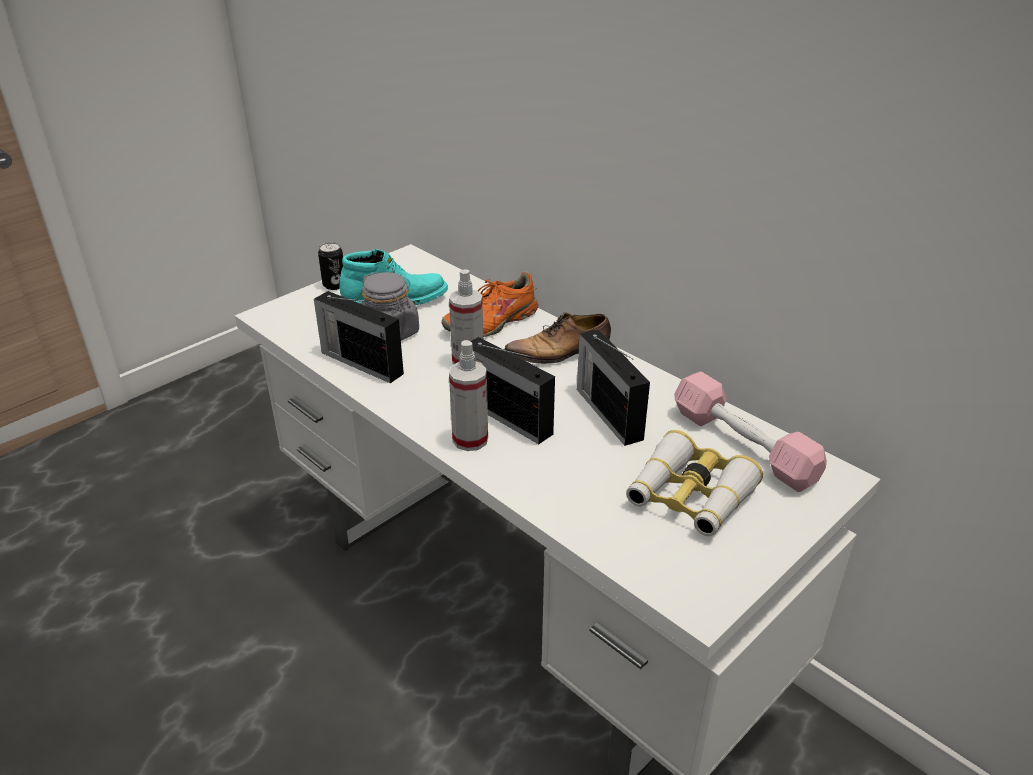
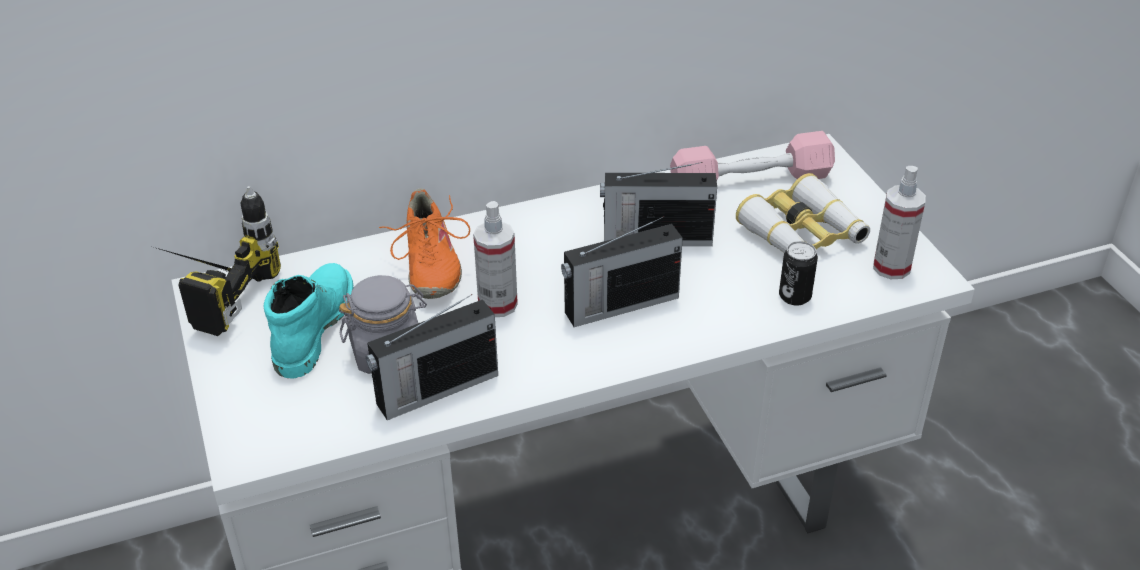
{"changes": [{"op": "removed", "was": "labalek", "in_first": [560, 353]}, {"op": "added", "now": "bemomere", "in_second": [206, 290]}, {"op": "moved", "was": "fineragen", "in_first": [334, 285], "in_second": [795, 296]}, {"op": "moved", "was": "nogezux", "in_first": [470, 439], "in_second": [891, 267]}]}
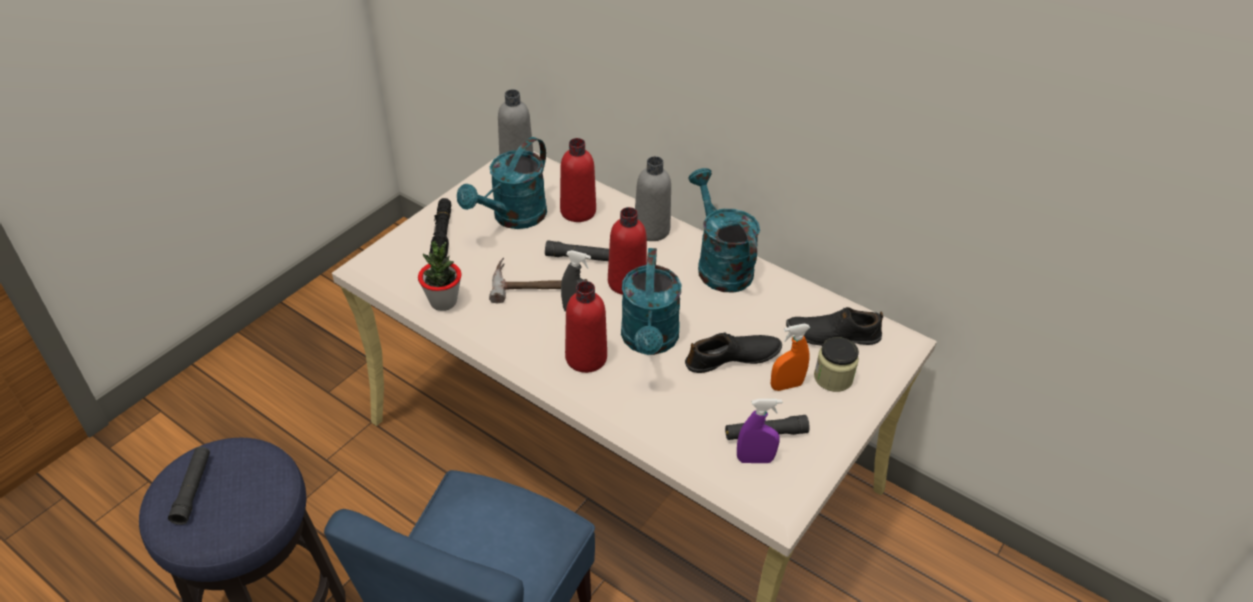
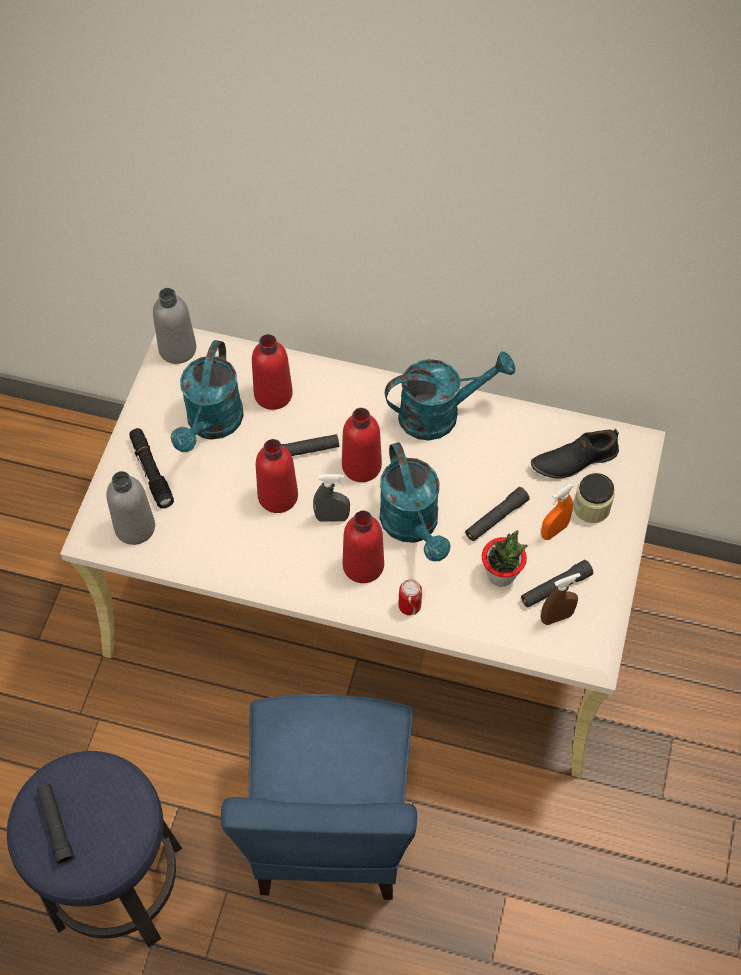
{"changes": [{"op": "added", "now": "fineragen", "in_second": [409, 606]}, {"op": "moved", "was": "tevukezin", "in_first": [443, 302], "in_second": [501, 574]}, {"op": "moved", "was": "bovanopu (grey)", "in_first": [651, 230], "in_second": [135, 527]}, {"op": "replaced", "was": "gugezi", "now": "bovanopu (red)", "in_first": [539, 283], "in_second": [278, 496]}, {"op": "replaced", "was": "labalek (black)", "now": "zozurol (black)", "in_first": [733, 358], "in_second": [496, 518]}, {"op": "recoloured", "was": "nogezux (purple)", "now": "nogezux (brown)", "in_first": [755, 459], "in_second": [556, 617]}, {"op": "turned", "was": "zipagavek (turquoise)", "in_first": [719, 264], "in_second": [440, 414], "clockwise": 120}]}
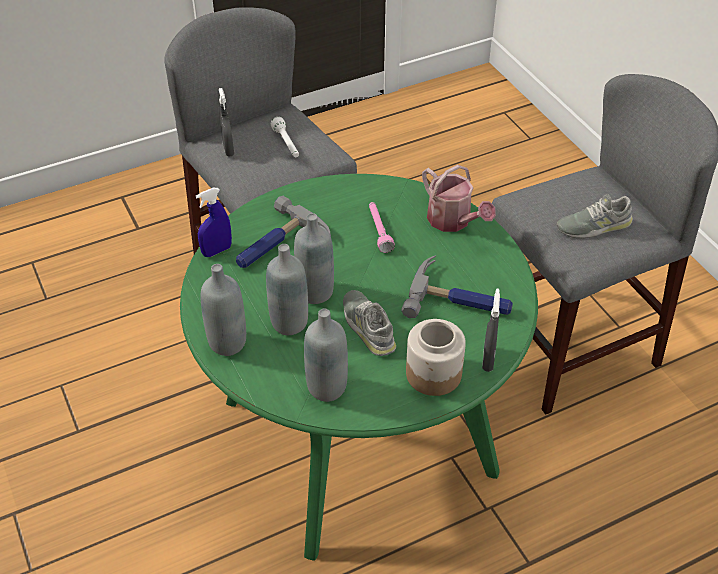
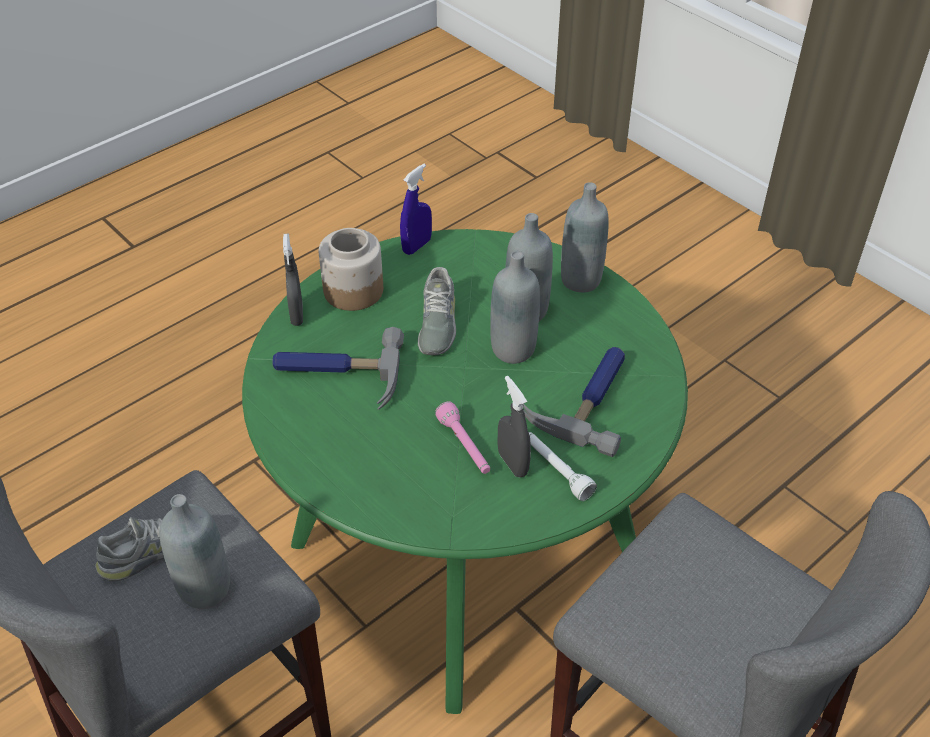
{"changes": [{"op": "removed", "was": "zipagavek", "in_first": [453, 221]}, {"op": "moved", "was": "nogezux (blue)", "in_first": [217, 251], "in_second": [417, 246]}, {"op": "moved", "was": "nogezux (grey)", "in_first": [228, 149], "in_second": [512, 463]}, {"op": "moved", "was": "zozurol (white)", "in_first": [286, 144], "in_second": [556, 470]}, {"op": "moved", "was": "bovanopu (grey)", "in_first": [327, 387], "in_second": [205, 589]}, {"op": "turned", "was": "labalek (grey)", "in_first": [368, 327], "in_second": [436, 323], "clockwise": 45}]}
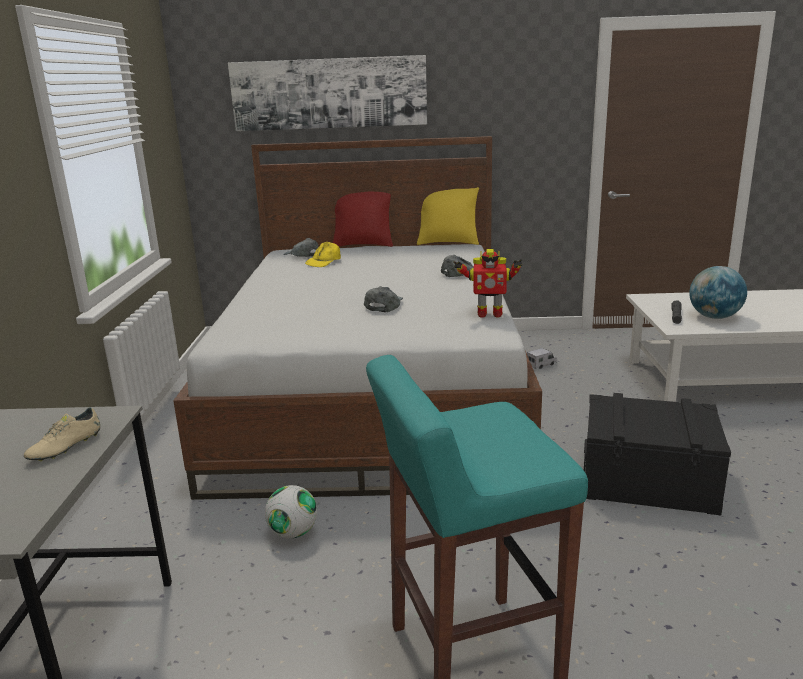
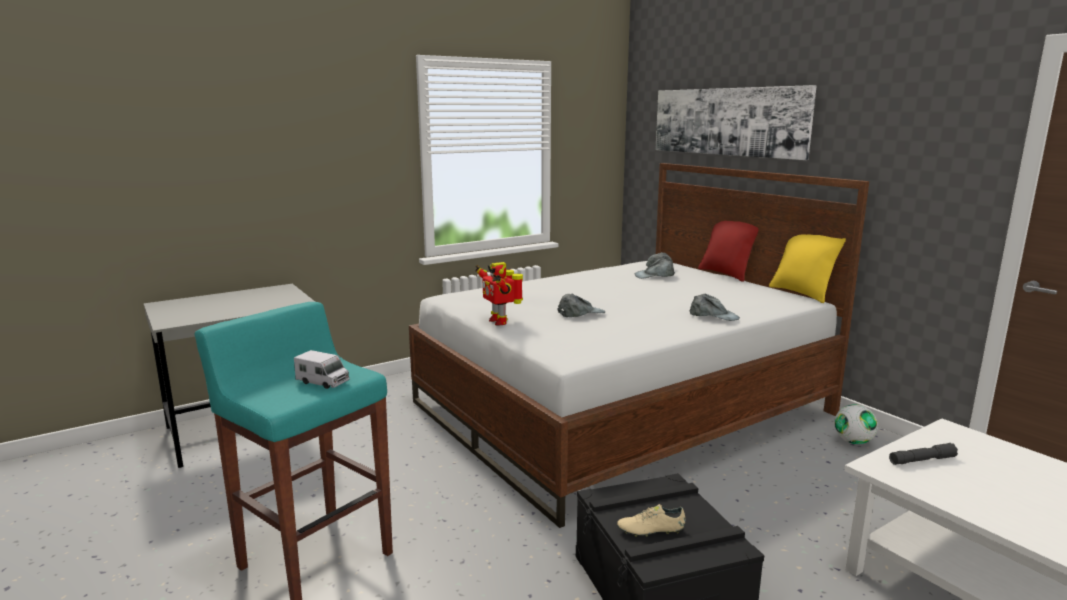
{"changes": [{"op": "removed", "was": "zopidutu", "in_first": [714, 317]}, {"op": "moved", "was": "labalek (beige)", "in_first": [65, 447], "in_second": [650, 530]}, {"op": "moved", "was": "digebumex", "in_first": [293, 533], "in_second": [853, 442]}, {"op": "moved", "was": "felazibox", "in_first": [488, 314], "in_second": [499, 321]}, {"op": "moved", "was": "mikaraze", "in_first": [541, 365], "in_second": [323, 382]}, {"op": "recoloured", "was": "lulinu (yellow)", "now": "lulinu (grey)", "in_first": [324, 261], "in_second": [654, 275]}]}
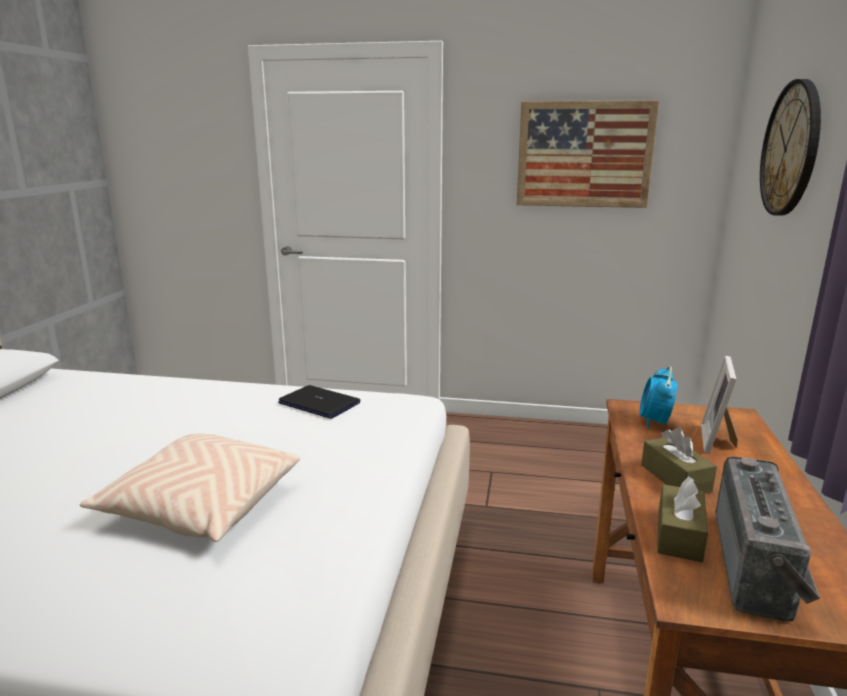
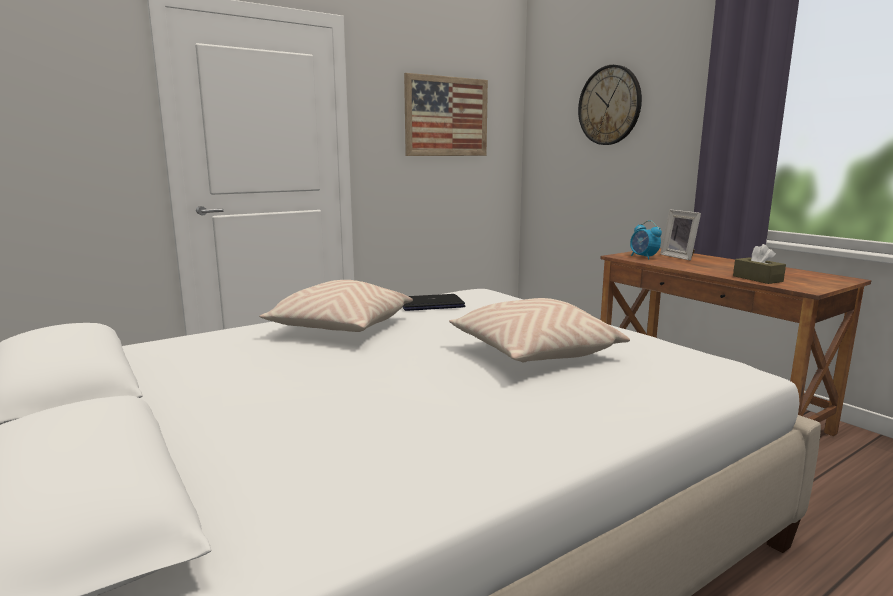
{"changes": [{"op": "removed", "was": "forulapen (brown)", "in_first": [675, 478]}, {"op": "removed", "was": "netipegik", "in_first": [760, 566]}, {"op": "added", "now": "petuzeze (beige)", "in_second": [341, 329]}]}
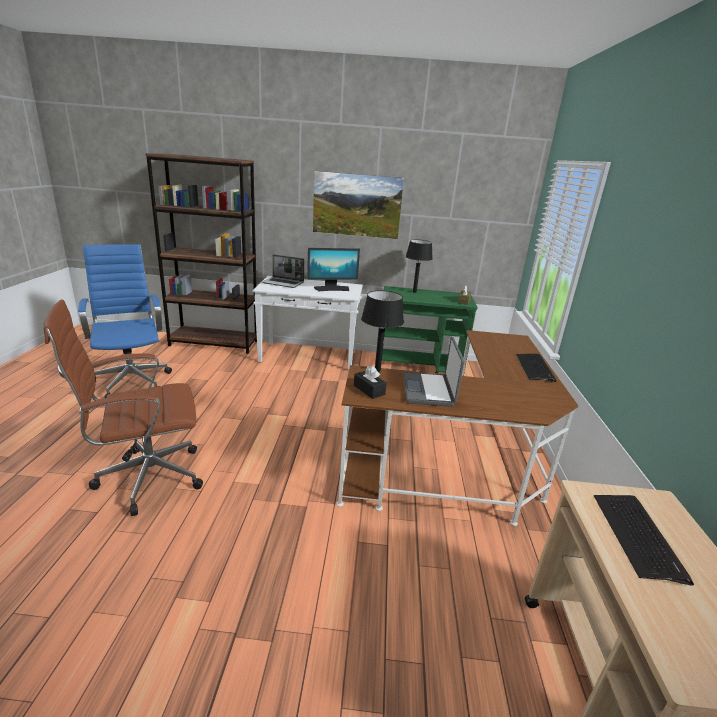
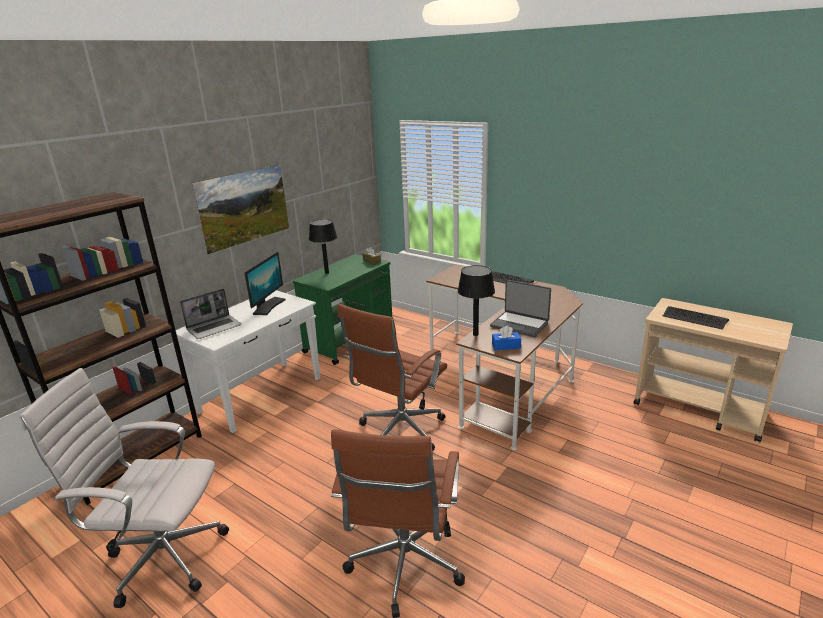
{"changes": [{"op": "added", "now": "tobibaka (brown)", "in_second": [399, 432]}, {"op": "recoloured", "was": "tobibaka (blue)", "now": "tobibaka (white)", "in_first": [132, 381], "in_second": [161, 557]}, {"op": "recoloured", "was": "forulapen (black)", "now": "forulapen (blue)", "in_first": [369, 390], "in_second": [506, 346]}]}
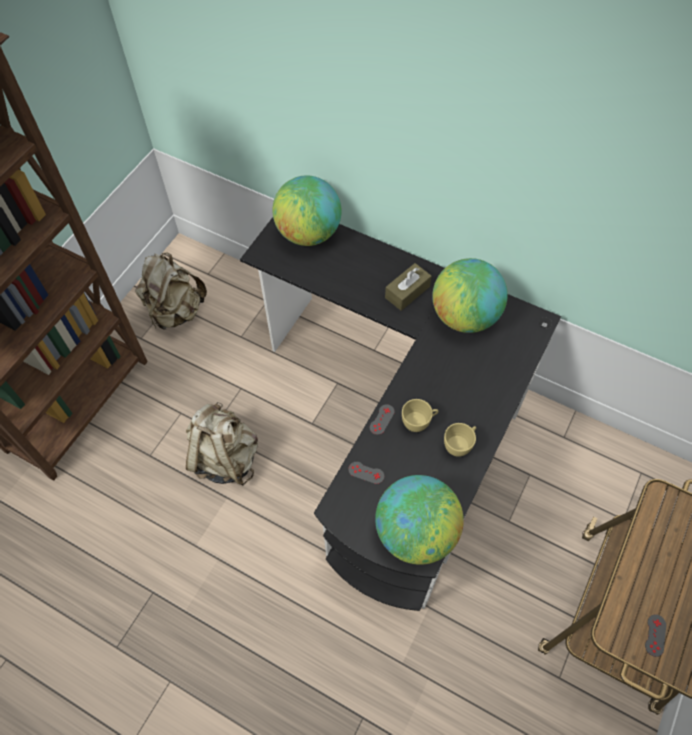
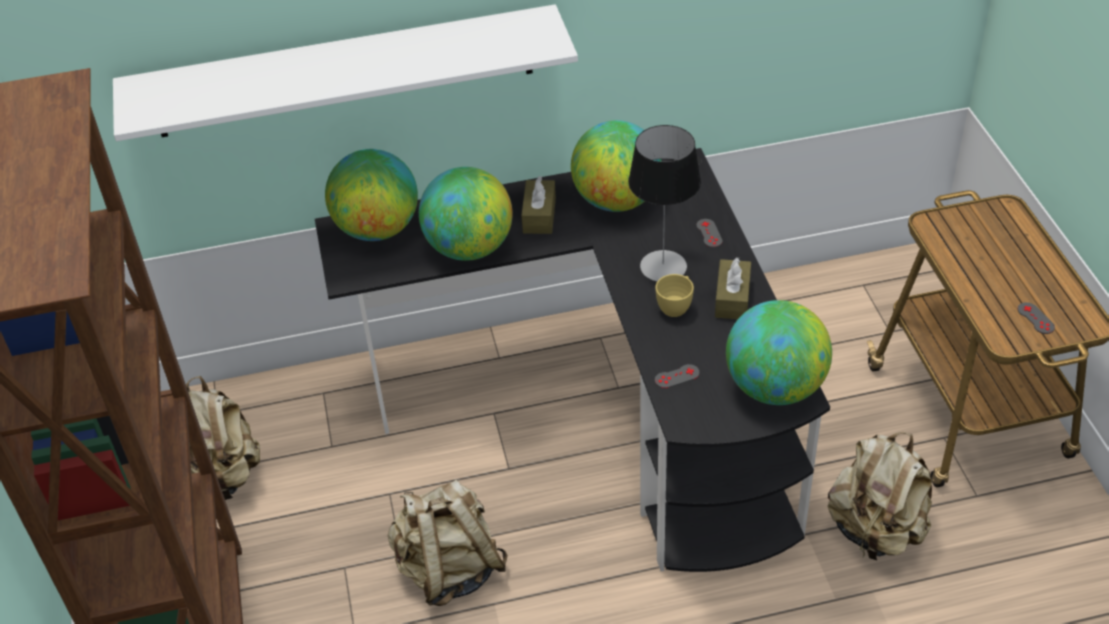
{"changes": [{"op": "added", "now": "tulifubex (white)", "in_second": [344, 72]}, {"op": "added", "now": "zopidutu", "in_second": [469, 248]}, {"op": "added", "now": "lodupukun", "in_second": [663, 266]}, {"op": "added", "now": "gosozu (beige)", "in_second": [876, 530]}, {"op": "moved", "was": "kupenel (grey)", "in_first": [382, 419], "in_second": [709, 233]}, {"op": "replaced", "was": "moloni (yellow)", "now": "forulapen (brown)", "in_first": [459, 445], "in_second": [732, 298]}]}
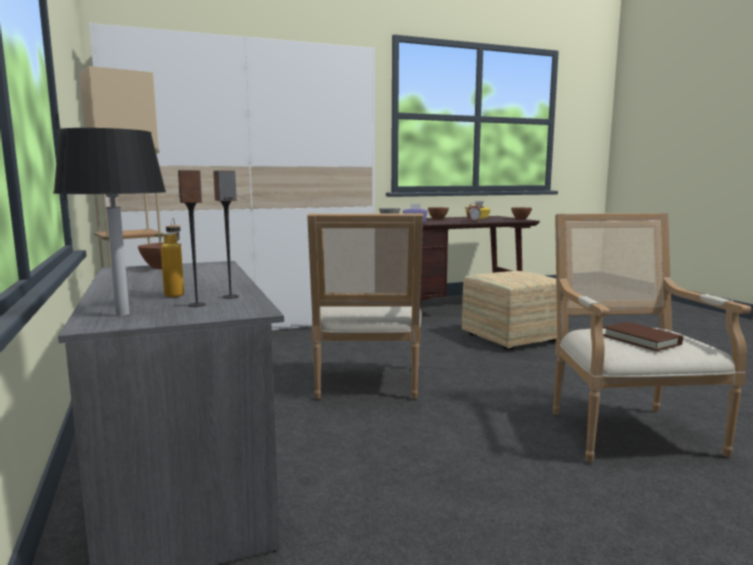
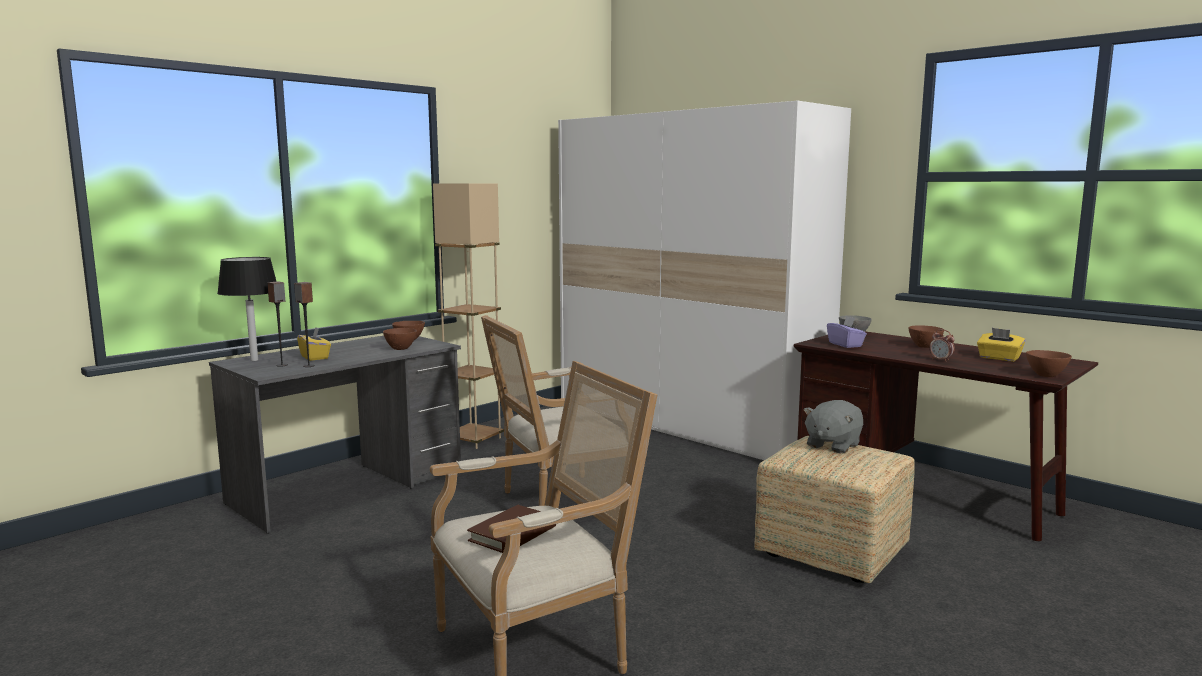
{"changes": [{"op": "added", "now": "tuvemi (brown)", "in_second": [401, 349]}, {"op": "added", "now": "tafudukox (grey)", "in_second": [832, 445]}, {"op": "replaced", "was": "bovanopu", "now": "forulapen (yellow)", "in_first": [175, 294], "in_second": [315, 357]}]}
